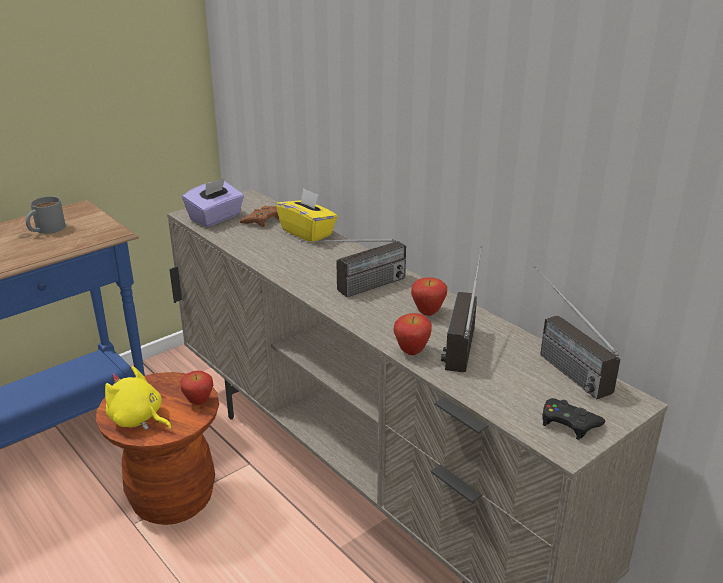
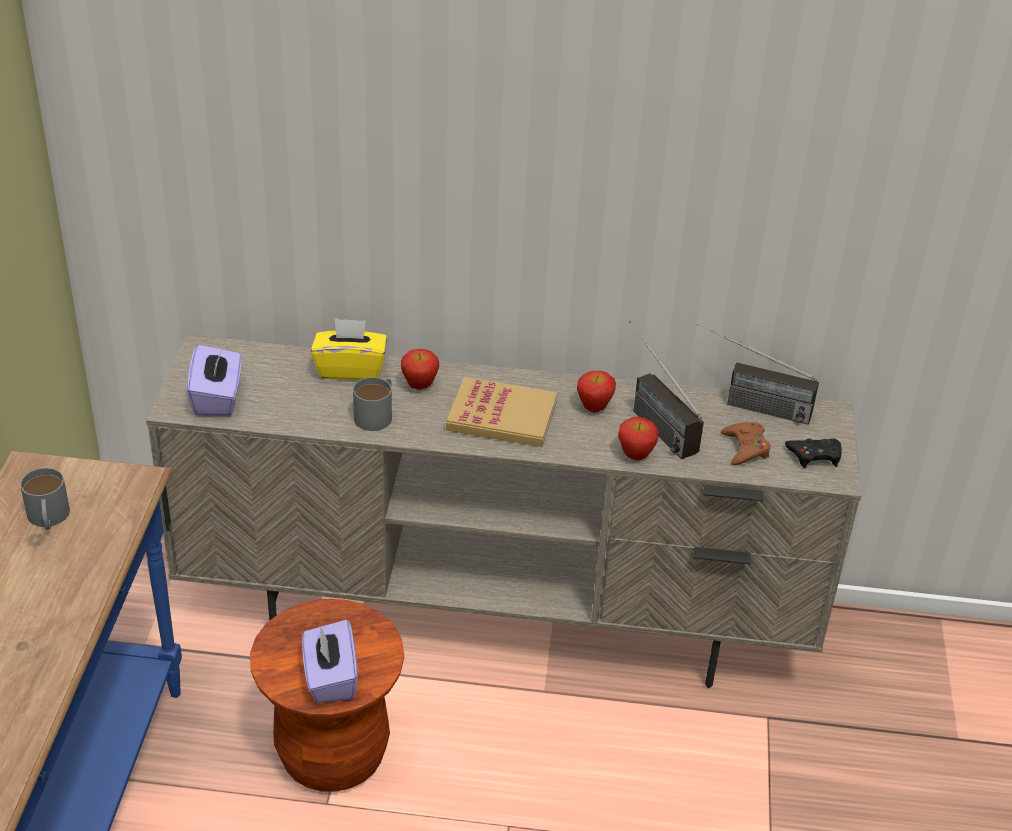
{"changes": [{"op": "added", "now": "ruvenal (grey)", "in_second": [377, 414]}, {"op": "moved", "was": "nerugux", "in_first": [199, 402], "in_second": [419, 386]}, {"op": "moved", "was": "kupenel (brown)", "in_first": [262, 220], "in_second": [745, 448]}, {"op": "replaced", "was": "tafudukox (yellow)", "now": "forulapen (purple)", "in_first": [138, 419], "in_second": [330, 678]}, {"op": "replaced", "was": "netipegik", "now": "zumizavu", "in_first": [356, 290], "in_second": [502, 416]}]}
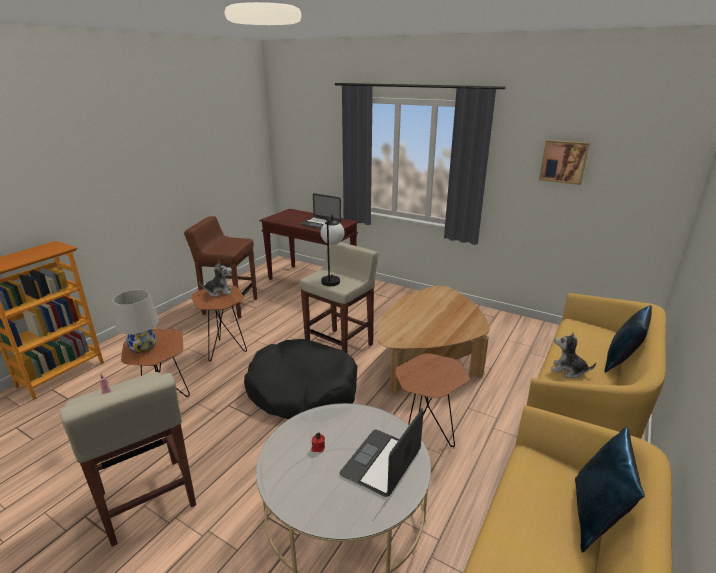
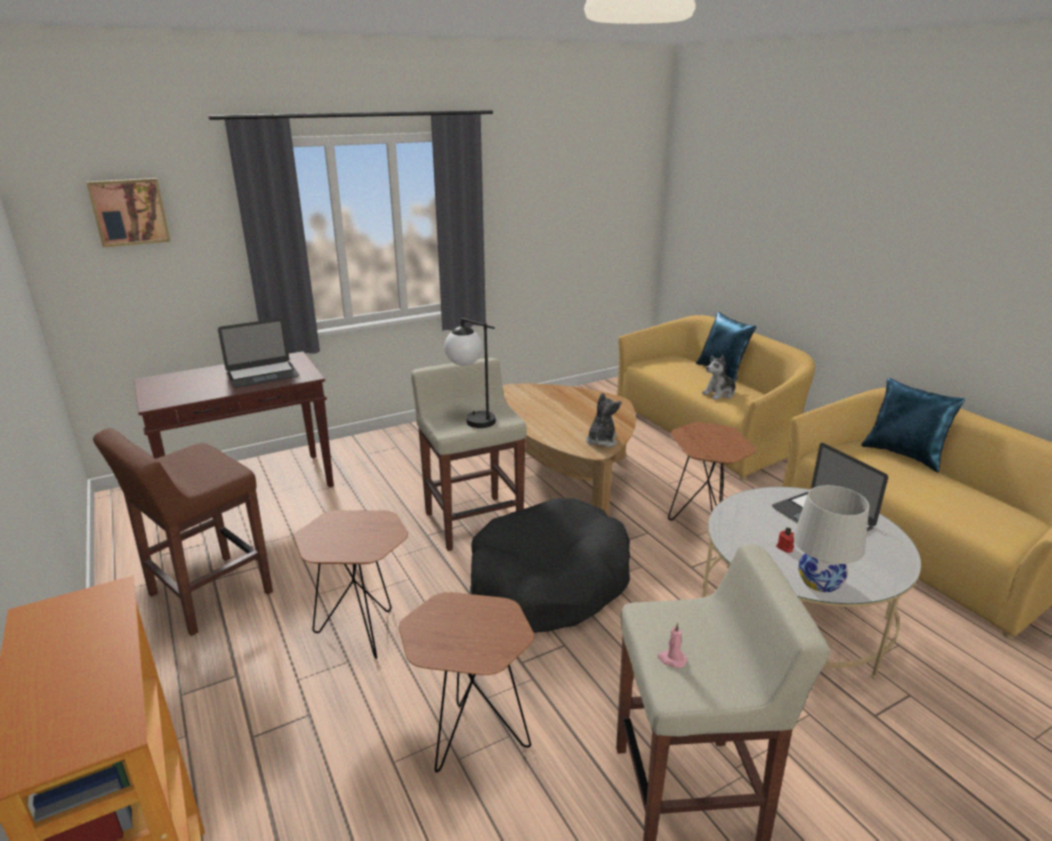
{"changes": [{"op": "moved", "was": "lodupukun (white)", "in_first": [143, 347], "in_second": [820, 581]}, {"op": "moved", "was": "tafudukox", "in_first": [219, 292], "in_second": [601, 441]}, {"op": "moved", "was": "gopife", "in_first": [564, 161], "in_second": [129, 212]}]}
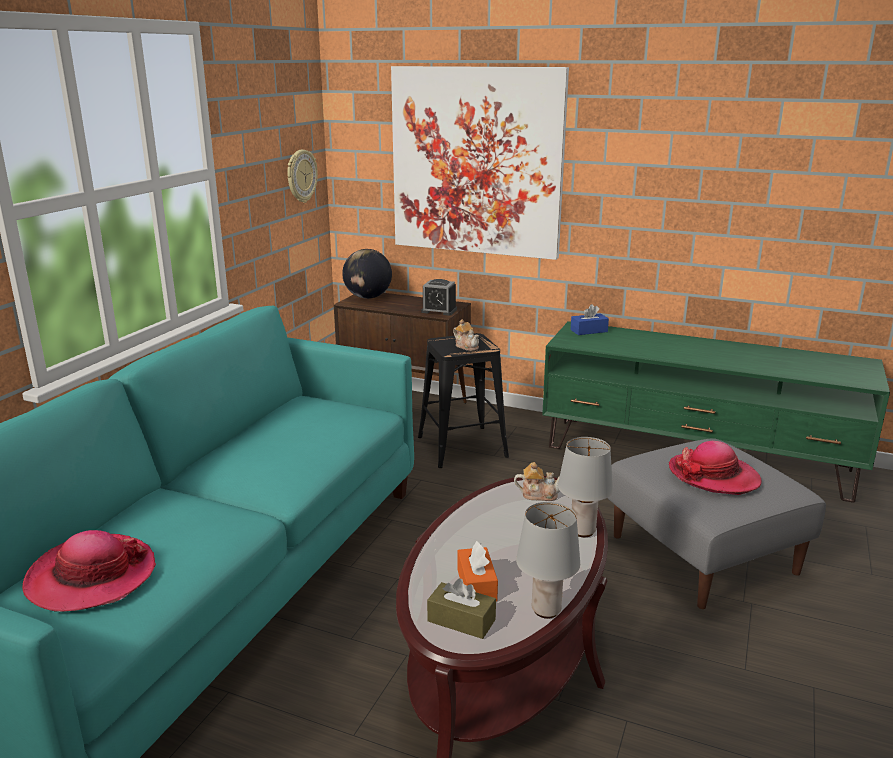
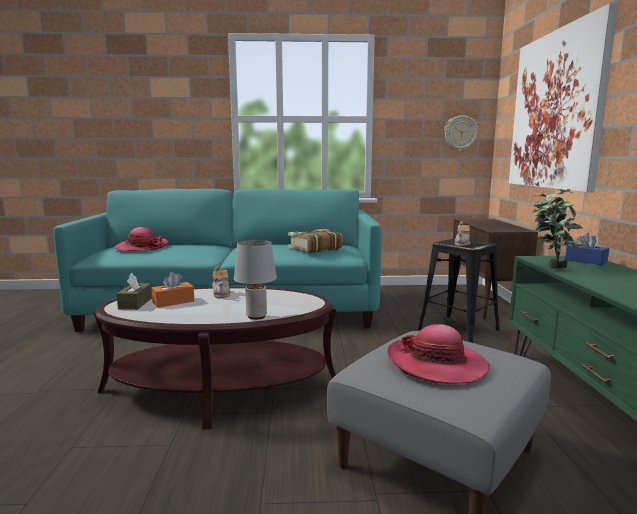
{"changes": [{"op": "removed", "was": "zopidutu", "in_first": [368, 297]}, {"op": "removed", "was": "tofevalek", "in_first": [439, 310]}, {"op": "removed", "was": "lodupukun (grey)", "in_first": [546, 610]}, {"op": "added", "now": "zumizavu", "in_second": [314, 248]}, {"op": "added", "now": "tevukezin", "in_second": [550, 267]}, {"op": "moved", "was": "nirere", "in_first": [538, 495], "in_second": [221, 294]}]}
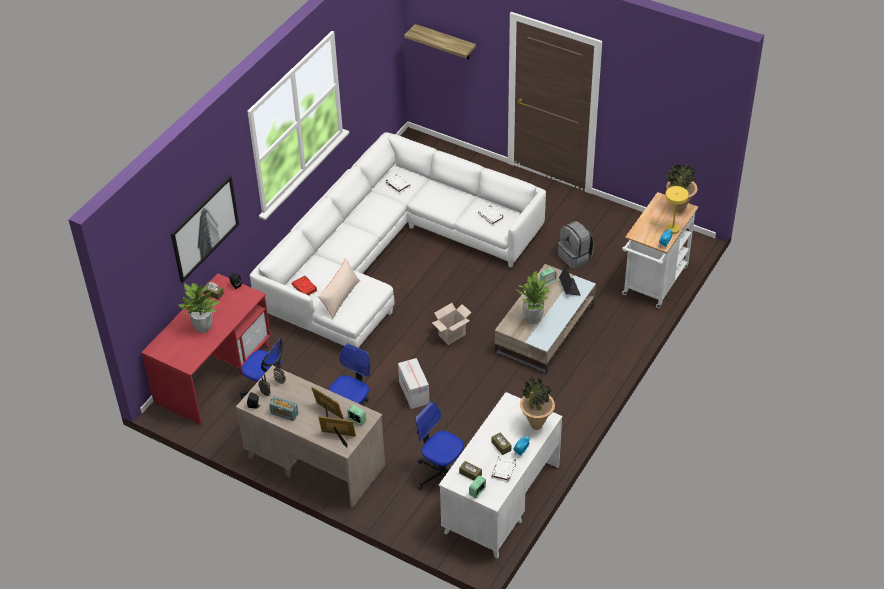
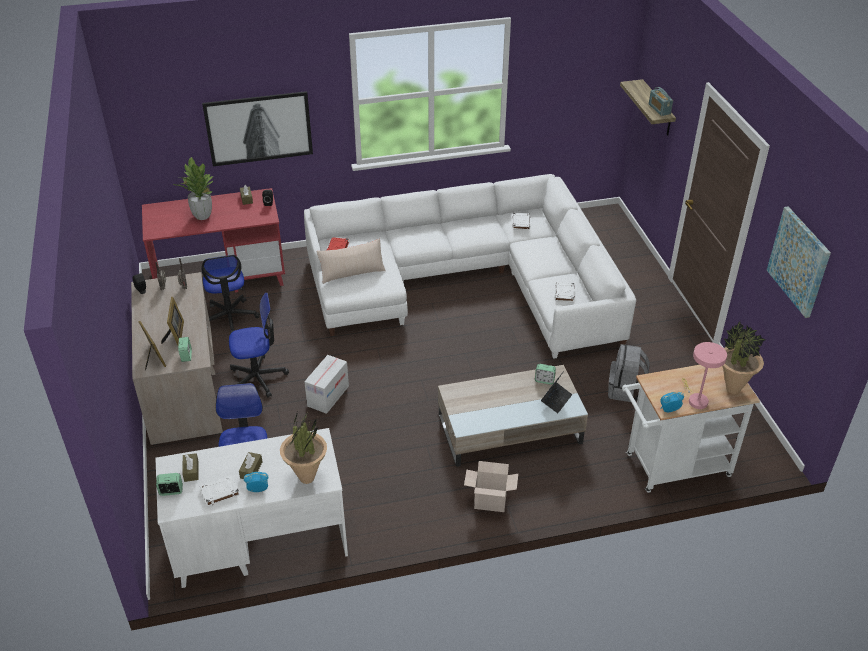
{"changes": [{"op": "removed", "was": "tevukezin", "in_first": [532, 319]}, {"op": "added", "now": "gopife", "in_second": [799, 261]}, {"op": "moved", "was": "netipegik", "in_first": [284, 413], "in_second": [659, 109]}, {"op": "moved", "was": "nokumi", "in_first": [452, 336], "in_second": [489, 502]}, {"op": "recoloured", "was": "lodupukun (yellow)", "now": "lodupukun (pink)", "in_first": [669, 228], "in_second": [696, 399]}]}
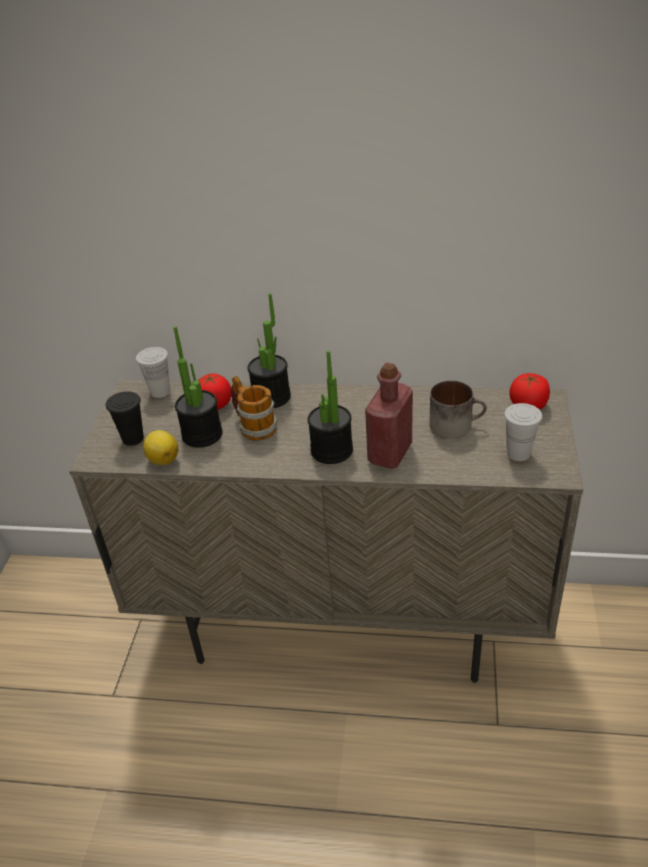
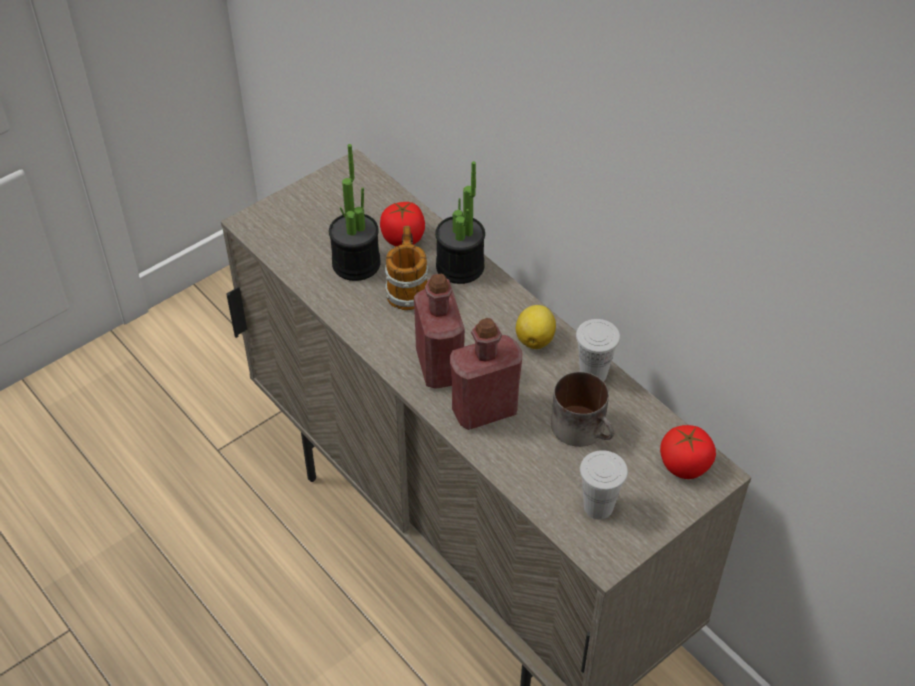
{"changes": [{"op": "removed", "was": "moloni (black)", "in_first": [133, 438]}, {"op": "moved", "was": "moloni (white)", "in_first": [160, 392], "in_second": [593, 374]}, {"op": "moved", "was": "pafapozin", "in_first": [163, 459], "in_second": [535, 339]}, {"op": "replaced", "was": "tevukezin", "now": "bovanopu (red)", "in_first": [331, 450], "in_second": [439, 366]}]}
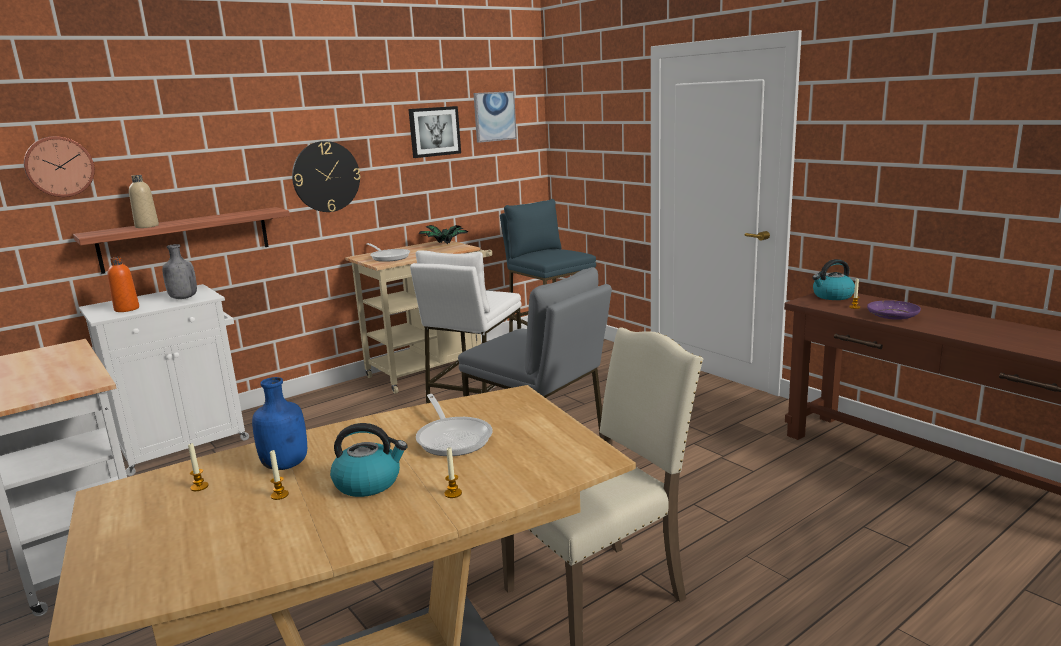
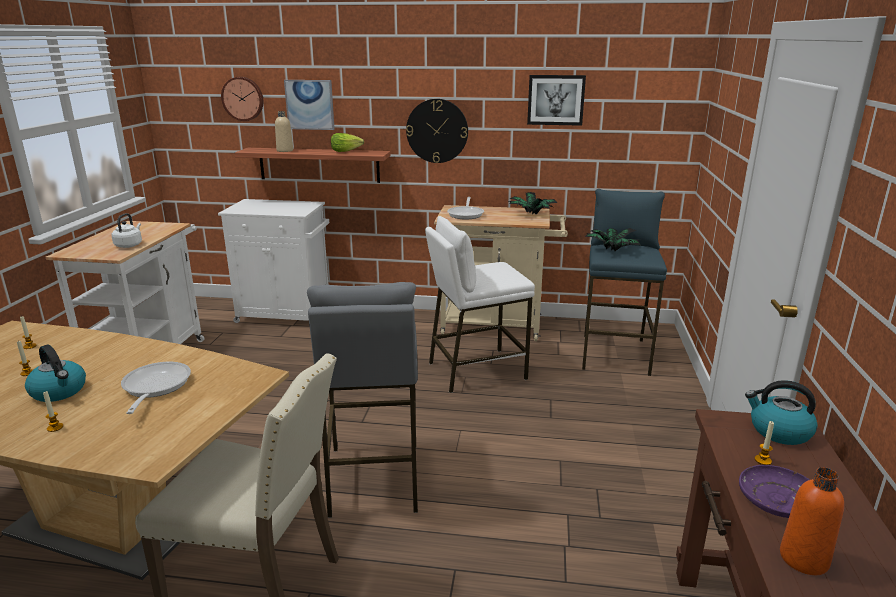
{"changes": [{"op": "removed", "was": "bovanopu (grey)", "in_first": [183, 298]}, {"op": "removed", "was": "bovanopu (blue)", "in_first": [286, 465]}, {"op": "added", "now": "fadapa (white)", "in_second": [129, 245]}, {"op": "added", "now": "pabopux", "in_second": [346, 151]}, {"op": "added", "now": "tevukezin", "in_second": [611, 250]}, {"op": "moved", "was": "bovanopu (orange)", "in_first": [127, 309], "in_second": [803, 559]}, {"op": "moved", "was": "gopife", "in_first": [494, 116], "in_second": [310, 104]}, {"op": "turned", "was": "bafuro", "in_first": [453, 438], "in_second": [154, 387], "clockwise": 150}]}
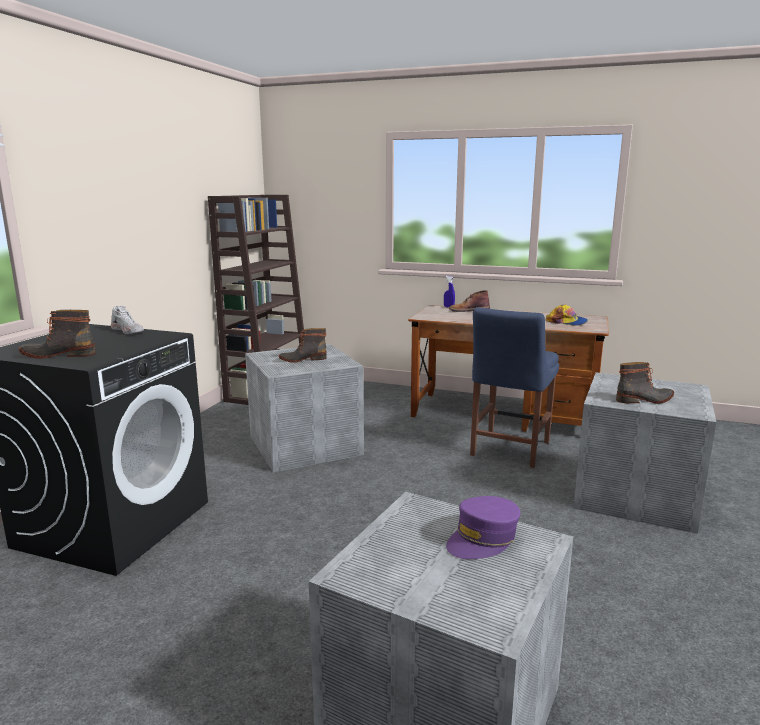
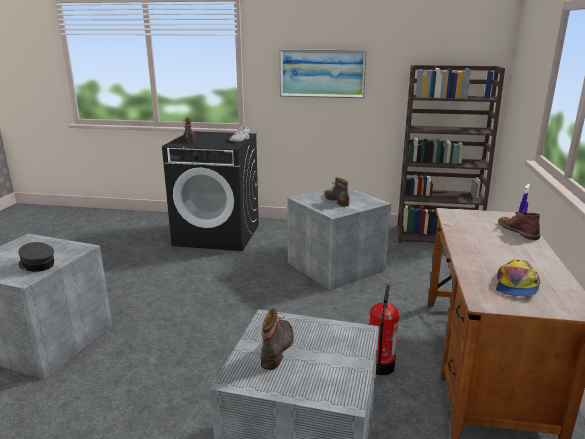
{"changes": [{"op": "added", "now": "gopife", "in_second": [322, 73]}, {"op": "replaced", "was": "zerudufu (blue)", "now": "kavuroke", "in_first": [508, 450], "in_second": [380, 366]}, {"op": "recoloured", "was": "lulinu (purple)", "now": "lulinu (grey)", "in_first": [483, 539], "in_second": [36, 264]}, {"op": "turned", "was": "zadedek", "in_first": [645, 400], "in_second": [277, 347], "clockwise": -150}]}
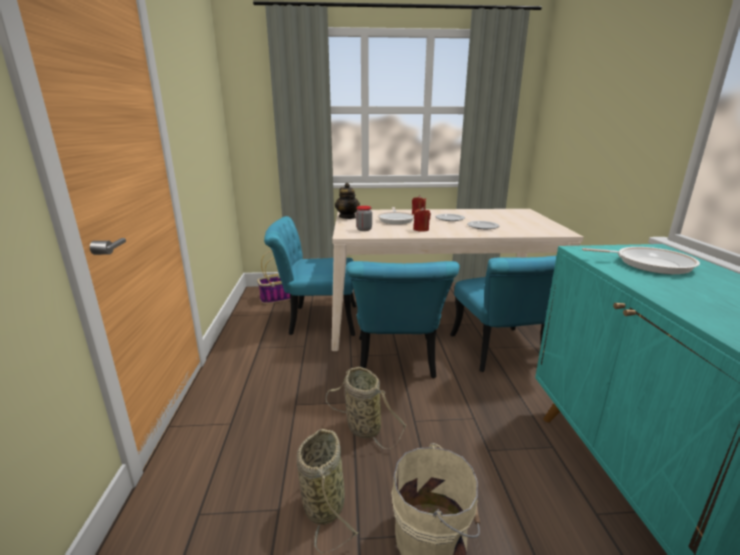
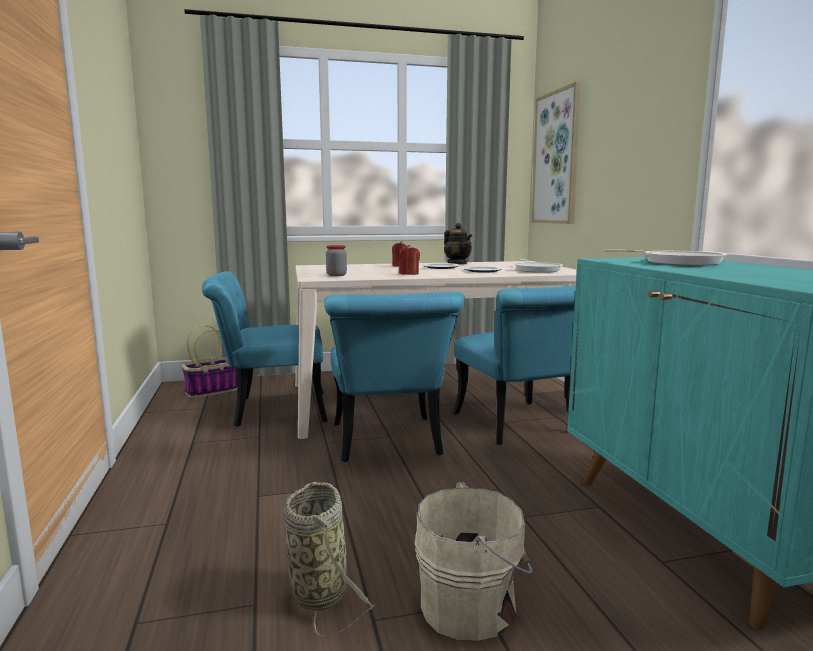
{"changes": [{"op": "removed", "was": "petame", "in_first": [361, 426]}, {"op": "added", "now": "gopife", "in_second": [556, 158]}, {"op": "moved", "was": "nirere", "in_first": [347, 217], "in_second": [457, 263]}, {"op": "moved", "was": "bafuro", "in_first": [396, 220], "in_second": [536, 270]}]}
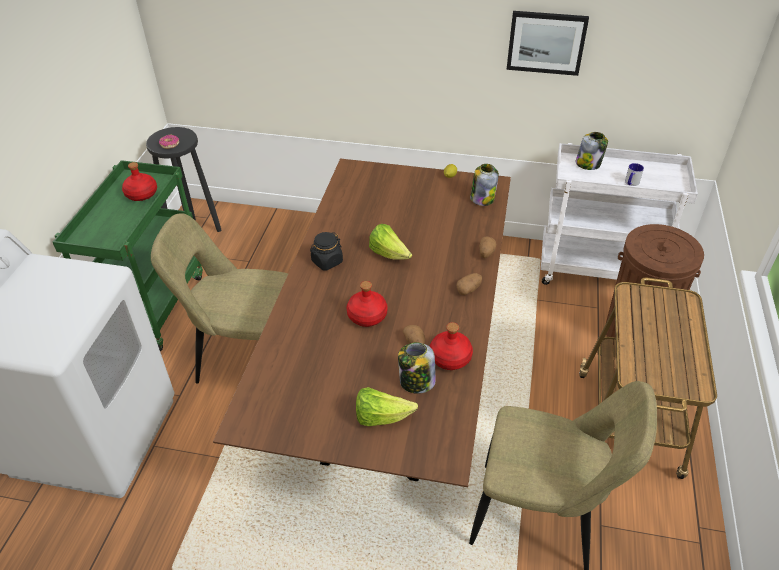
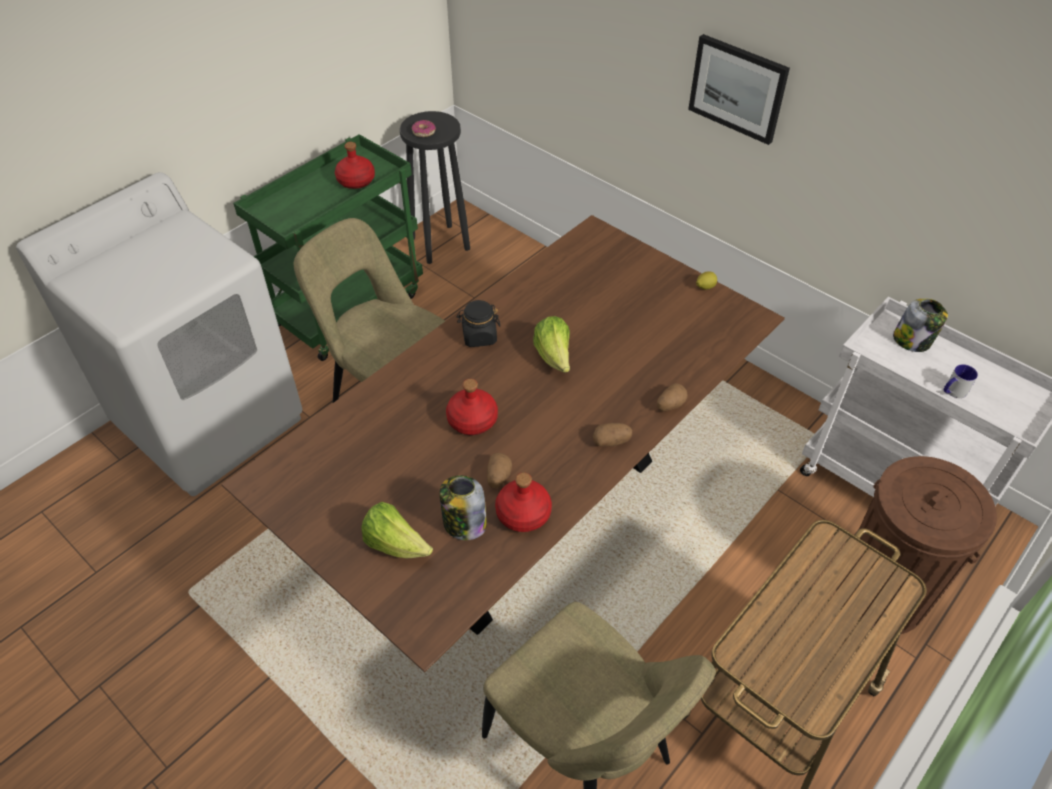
{"changes": [{"op": "removed", "was": "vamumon", "in_first": [482, 198]}, {"op": "moved", "was": "gopife", "in_first": [546, 42], "in_second": [738, 88]}]}
